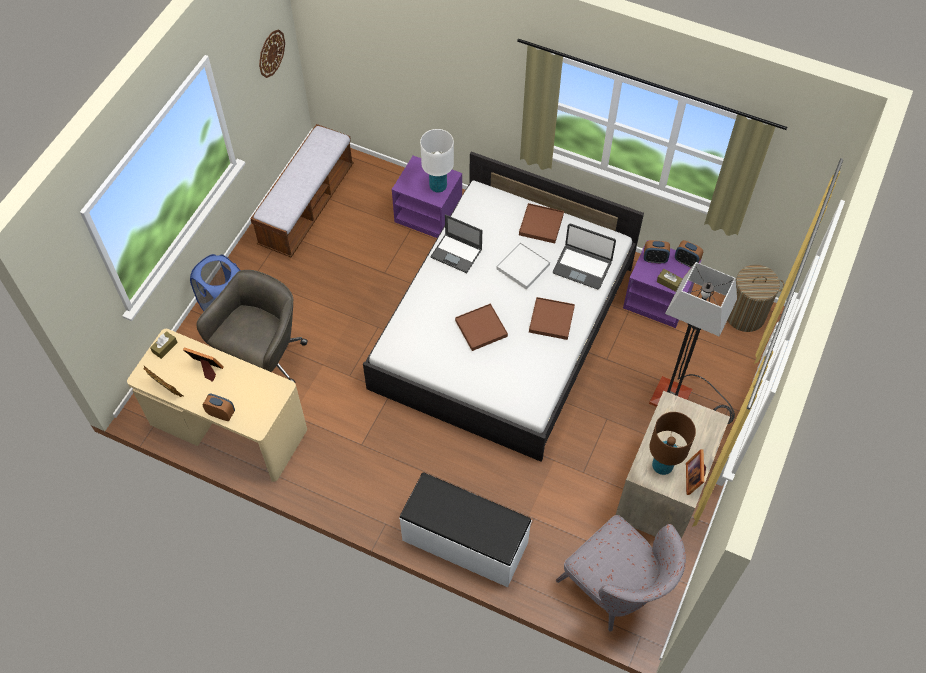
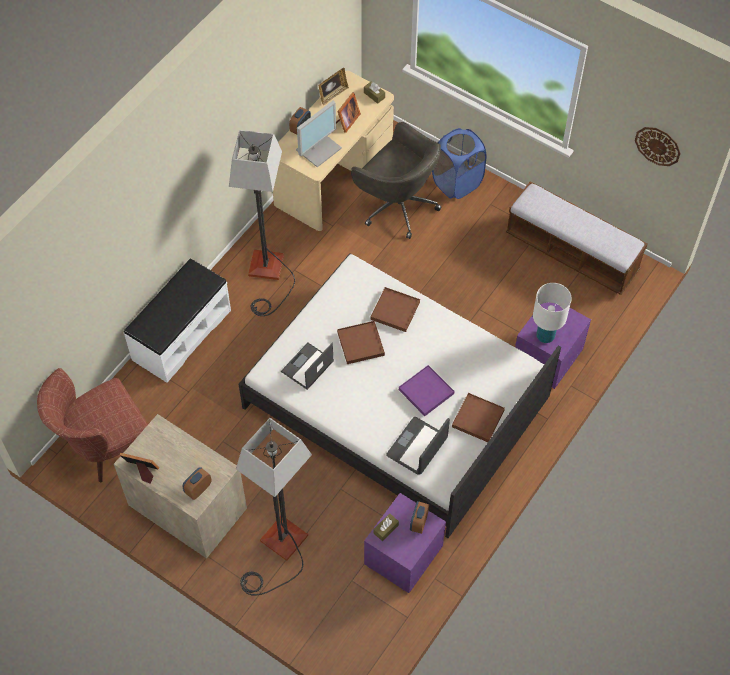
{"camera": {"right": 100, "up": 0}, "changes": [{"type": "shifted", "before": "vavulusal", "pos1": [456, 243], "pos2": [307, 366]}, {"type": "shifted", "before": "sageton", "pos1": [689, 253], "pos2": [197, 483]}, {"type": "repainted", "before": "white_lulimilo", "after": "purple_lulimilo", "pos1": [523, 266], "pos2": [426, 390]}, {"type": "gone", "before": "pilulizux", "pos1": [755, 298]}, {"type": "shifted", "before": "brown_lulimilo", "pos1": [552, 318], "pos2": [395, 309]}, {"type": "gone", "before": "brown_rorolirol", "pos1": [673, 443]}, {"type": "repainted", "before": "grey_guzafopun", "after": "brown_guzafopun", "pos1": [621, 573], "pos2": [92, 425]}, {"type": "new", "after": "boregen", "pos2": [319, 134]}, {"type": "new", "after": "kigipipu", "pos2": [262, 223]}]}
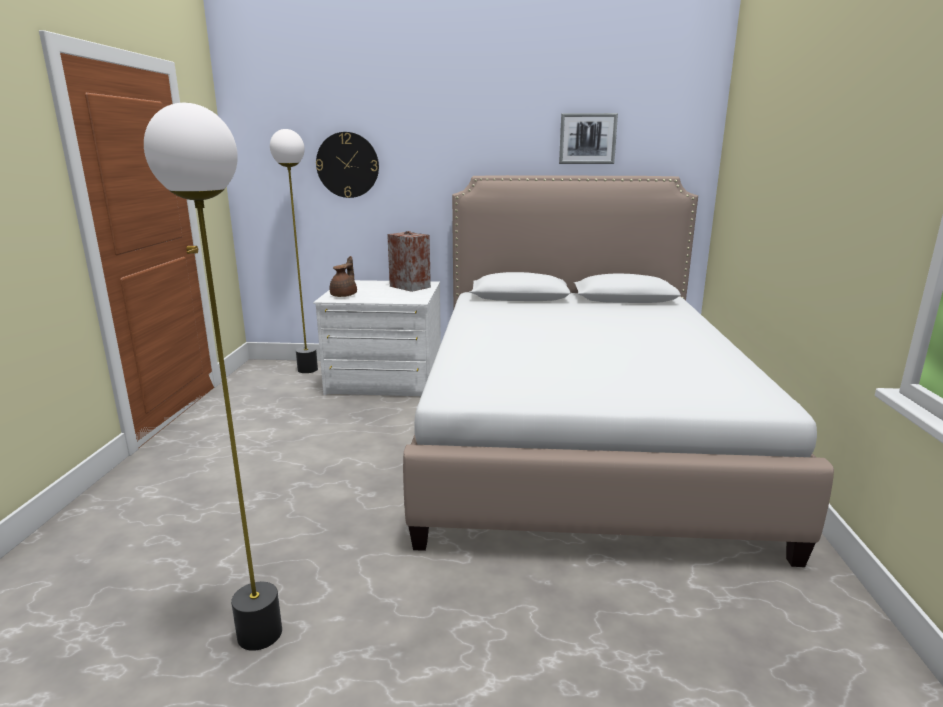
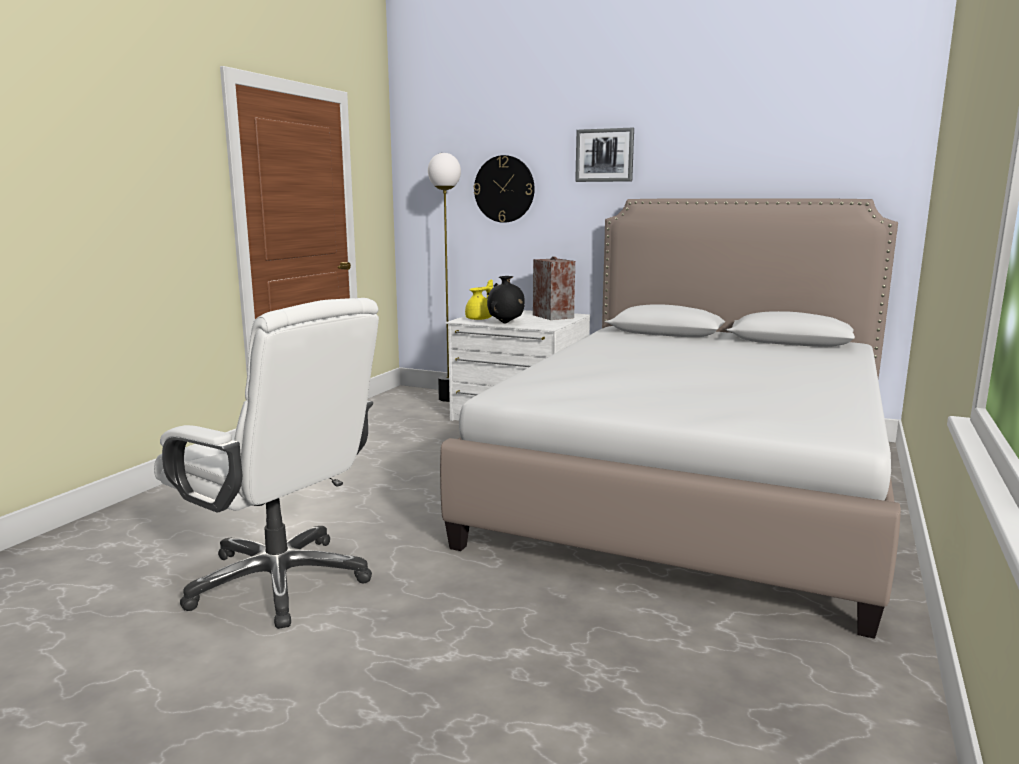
{"camera": {"right": 20, "up": -5}, "changes": [{"type": "swapped", "before": "kigipipu", "after": "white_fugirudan", "pos1": [213, 377], "pos2": [266, 463]}, {"type": "shifted", "before": "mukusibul", "pos1": [588, 138], "pos2": [604, 155]}, {"type": "repainted", "before": "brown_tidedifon", "after": "yellow_tidedifon", "pos1": [343, 276], "pos2": [479, 300]}, {"type": "new", "after": "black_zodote", "pos2": [506, 300]}]}
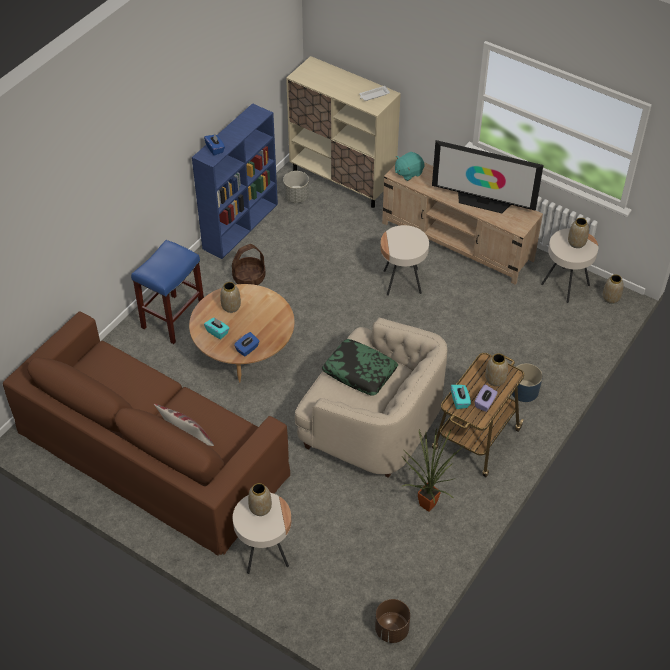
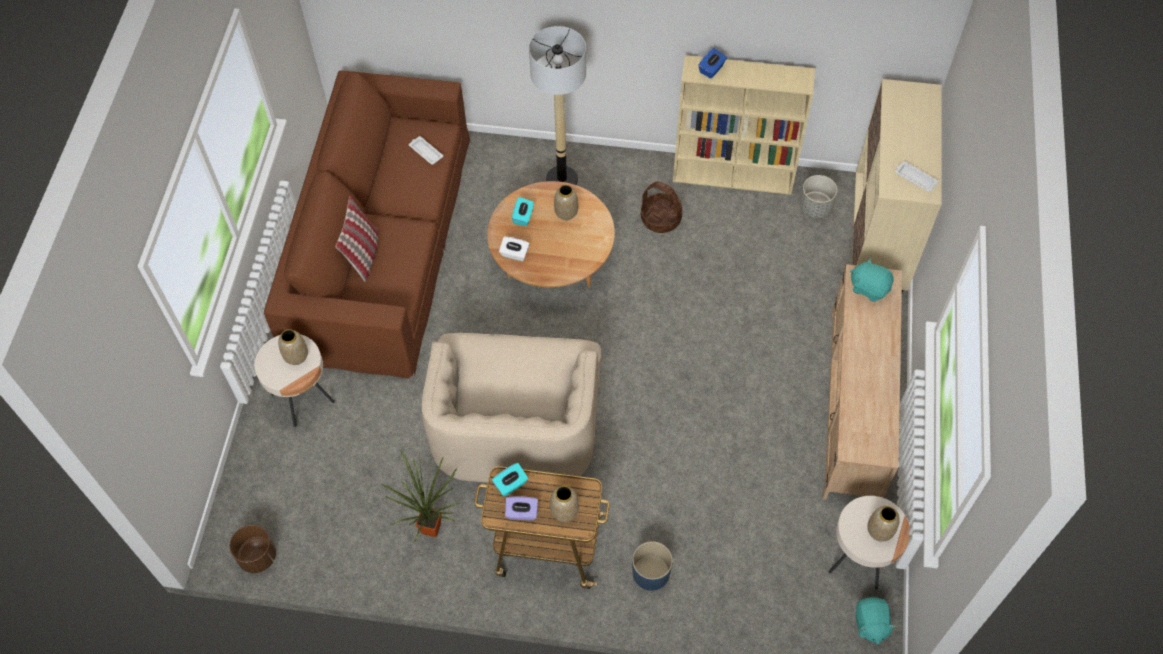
{"camera": {"right": 65, "up": 10}, "changes": [{"type": "repainted", "before": "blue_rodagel", "after": "beige_rodagel", "pos1": [235, 181], "pos2": [744, 125]}, {"type": "gone", "before": "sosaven", "pos1": [487, 176]}, {"type": "gone", "before": "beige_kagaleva", "pos1": [404, 260]}, {"type": "swapped", "before": "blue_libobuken", "after": "kigipipu", "pos1": [167, 292], "pos2": [557, 105]}, {"type": "swapped", "before": "zodote", "after": "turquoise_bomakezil", "pos1": [613, 289], "pos2": [876, 620]}, {"type": "repainted", "before": "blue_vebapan", "after": "white_vebapan", "pos1": [247, 344], "pos2": [514, 249]}, {"type": "gone", "before": "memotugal", "pos1": [360, 367]}, {"type": "new", "after": "white_lulimilo", "pos2": [426, 150]}]}
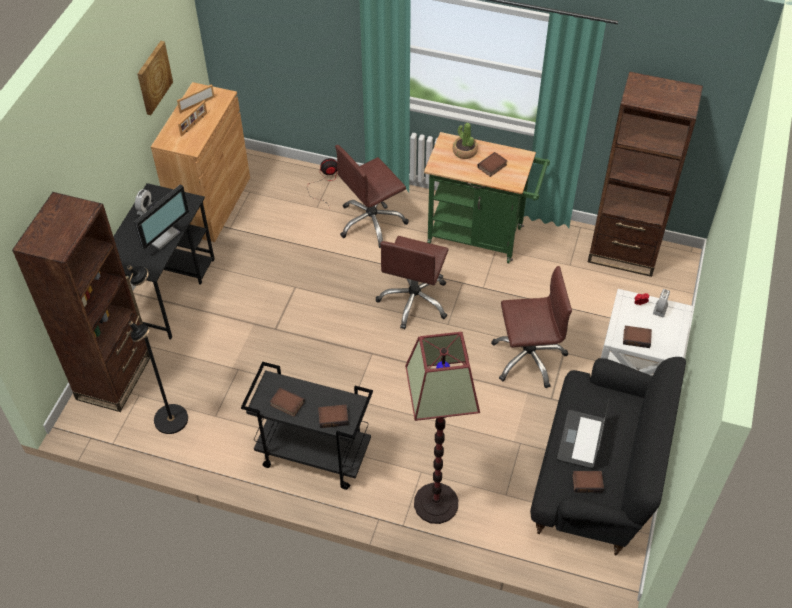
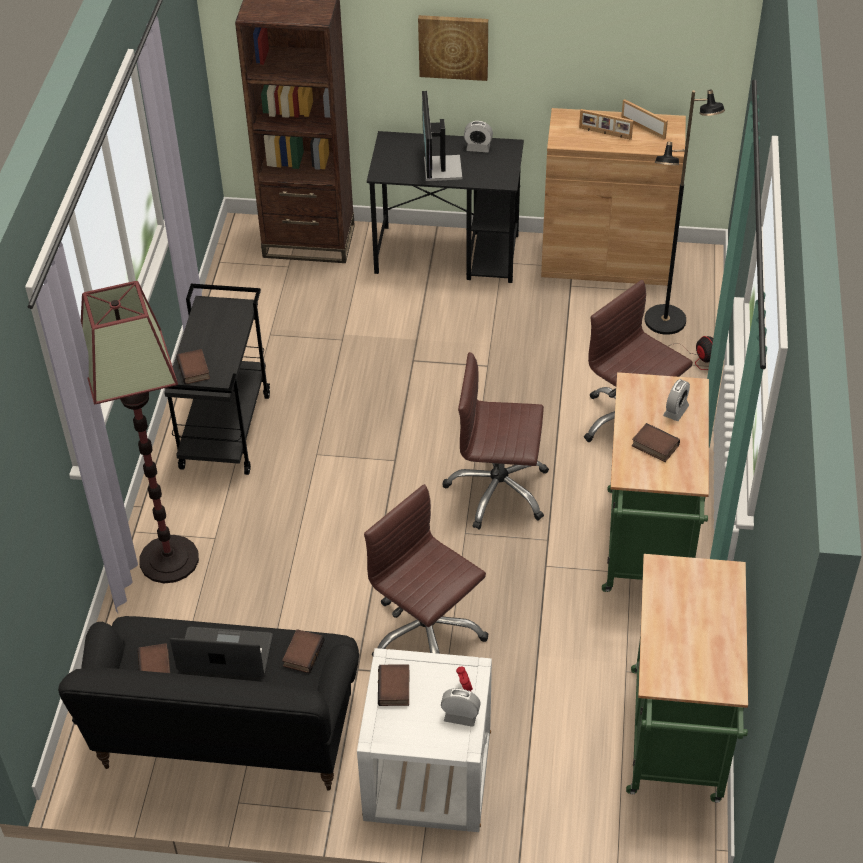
{"camera": {"right": 80, "up": -5}, "changes": [{"type": "shifted", "before": "mukusibul", "pos1": [155, 78], "pos2": [453, 48]}, {"type": "swapped", "before": "brown_rodagel", "after": "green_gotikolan", "pos1": [645, 174], "pos2": [687, 678]}, {"type": "swapped", "before": "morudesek", "after": "sageton", "pos1": [465, 141], "pos2": [676, 400]}, {"type": "rotated", "before": "boregen", "pos1": [161, 217], "pos2": [442, 136], "turn": 60}, {"type": "shifted", "before": "black_kigipipu", "pos1": [157, 349], "pos2": [685, 212]}, {"type": "rotated", "before": "brown_fugirudan", "pos1": [531, 327], "pos2": [426, 570], "turn": 150}, {"type": "shifted", "before": "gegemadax", "pos1": [287, 402], "pos2": [303, 651]}]}
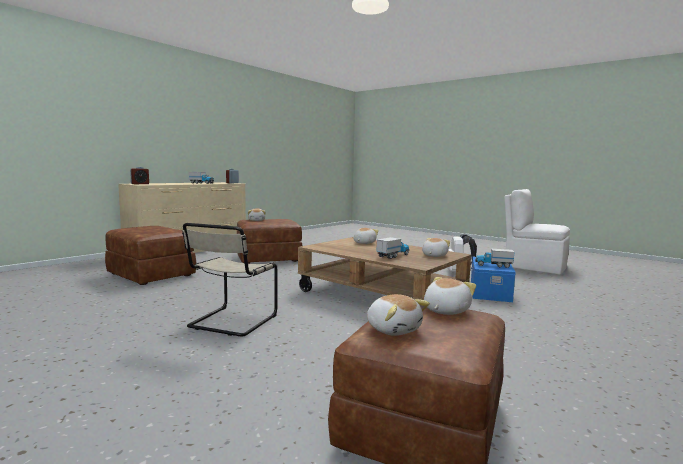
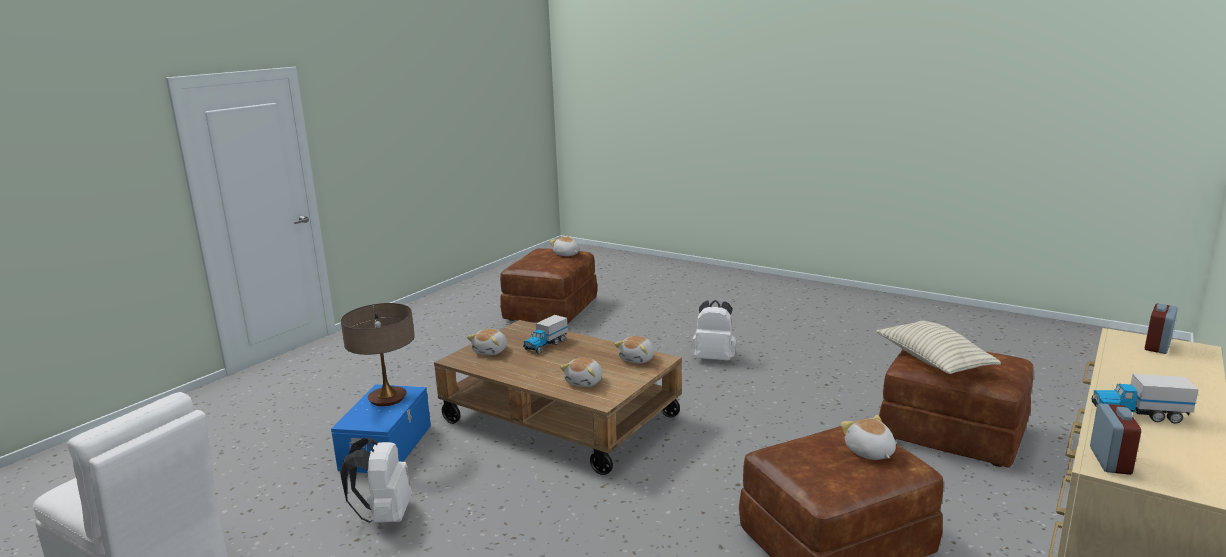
{"camera": {"right": 175, "up": 10}, "changes": [{"type": "swapped", "before": "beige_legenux", "after": "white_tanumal", "pos1": [229, 279], "pos2": [714, 330]}, {"type": "swapped", "before": "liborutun", "after": "rorolirol", "pos1": [494, 258], "pos2": [378, 354]}, {"type": "shifted", "before": "bomakezil", "pos1": [450, 296], "pos2": [634, 350]}, {"type": "new", "after": "memotugal", "pos2": [938, 347]}]}
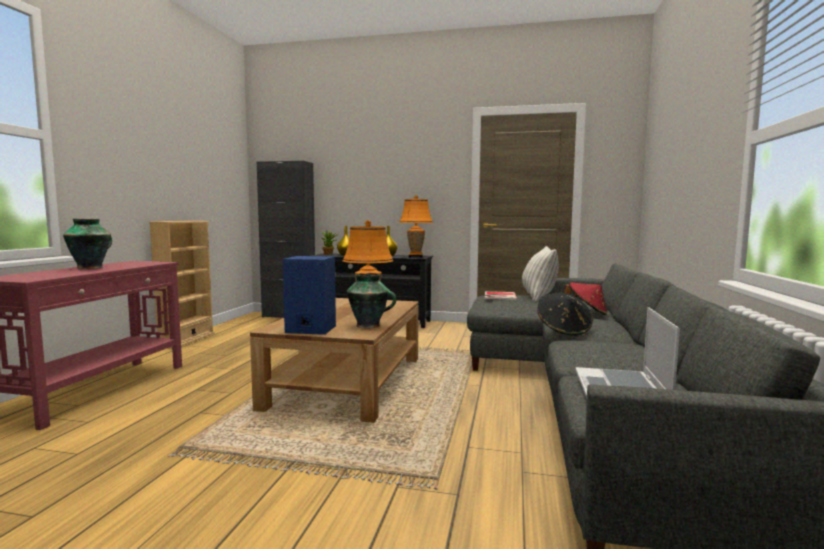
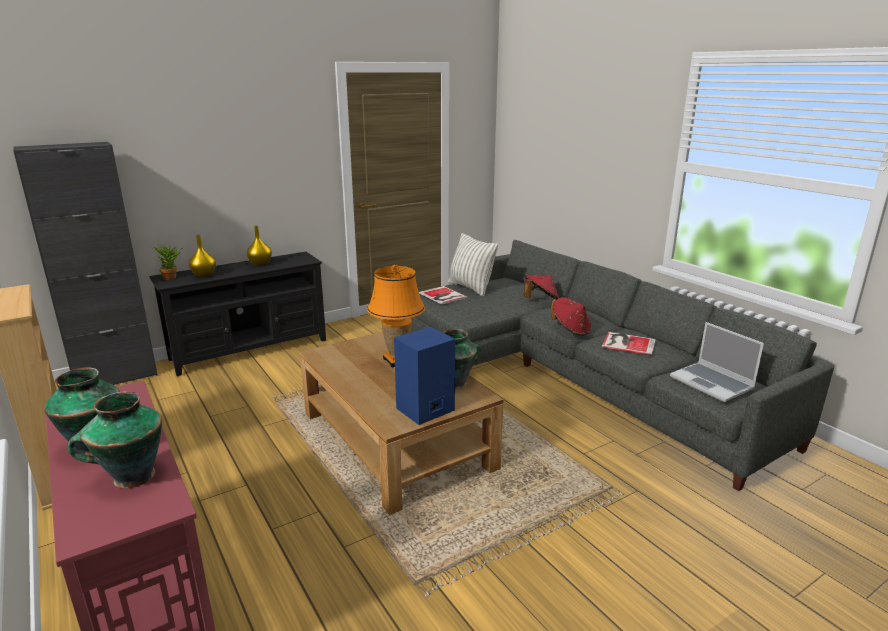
{"camera": {"right": -45, "up": 15}, "changes": [{"type": "gone", "before": "orange_rorolirol", "pos1": [416, 226]}, {"type": "repainted", "before": "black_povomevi", "after": "red_povomevi", "pos1": [565, 314], "pos2": [571, 316]}, {"type": "new", "after": "gegemadax", "pos2": [629, 344]}, {"type": "new", "after": "zodote", "pos2": [115, 440]}]}
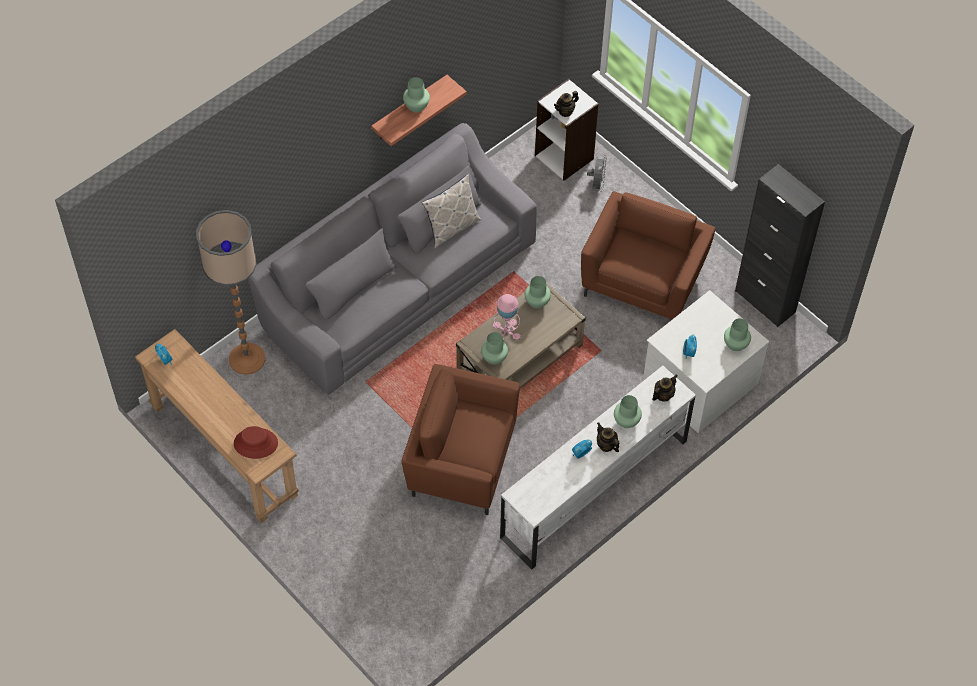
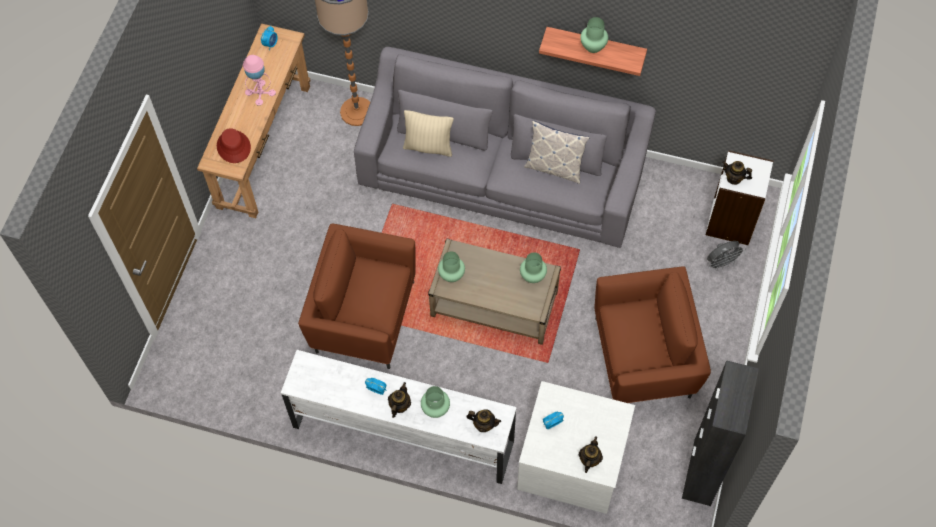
{"camera": {"right": 60, "up": 5}, "changes": [{"type": "shifted", "before": "pink_rorolirol", "pos1": [507, 317], "pos2": [259, 80]}, {"type": "swapped", "before": "green_zodote", "after": "tidedifon", "pos1": [737, 334], "pos2": [591, 454]}, {"type": "rotated", "before": "brown_guzafopun", "pos1": [461, 439], "pos2": [357, 296], "turn": -60}, {"type": "new", "after": "beige_memotugal", "pos2": [428, 133]}]}
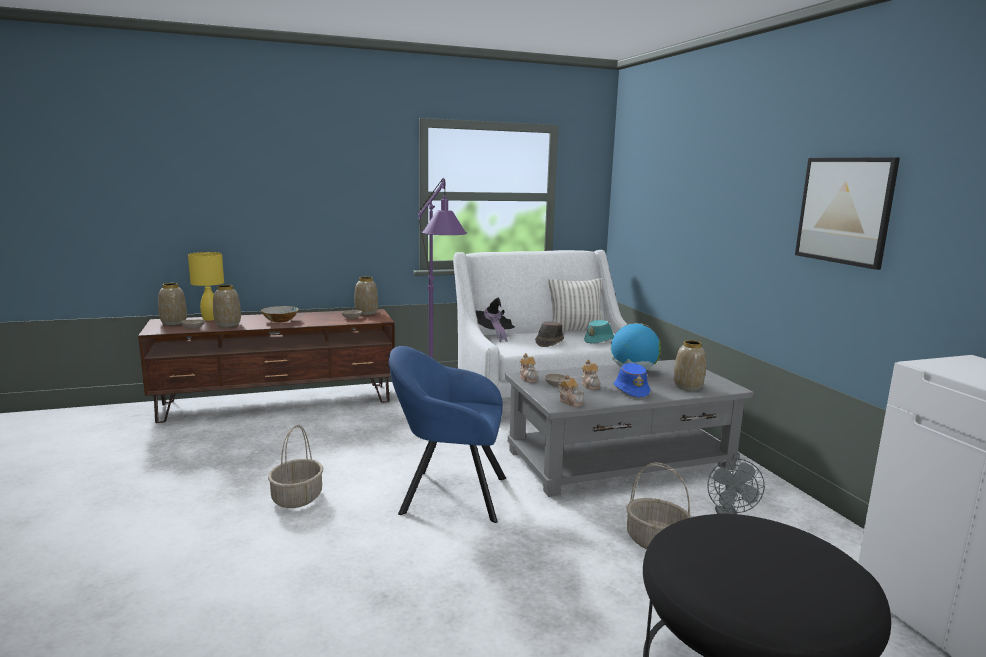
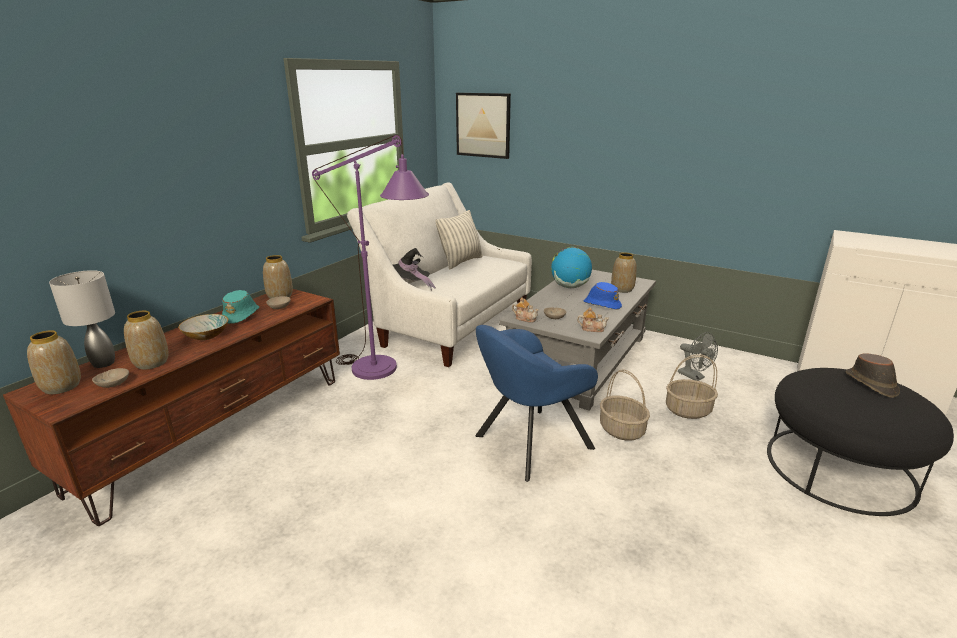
{"camera": {"right": -40, "up": 10}, "changes": [{"type": "shifted", "before": "mukusibul", "pos1": [847, 213], "pos2": [483, 126]}, {"type": "repainted", "before": "yellow_rorolirol", "after": "grey_rorolirol", "pos1": [206, 286], "pos2": [82, 319]}, {"type": "shifted", "before": "turquoise_povomevi", "pos1": [599, 332], "pos2": [240, 307]}, {"type": "shifted", "before": "brown_povomevi", "pos1": [549, 334], "pos2": [872, 375]}, {"type": "gone", "before": "tidedifon", "pos1": [591, 375]}, {"type": "shifted", "before": "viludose", "pos1": [295, 466], "pos2": [625, 405]}]}
